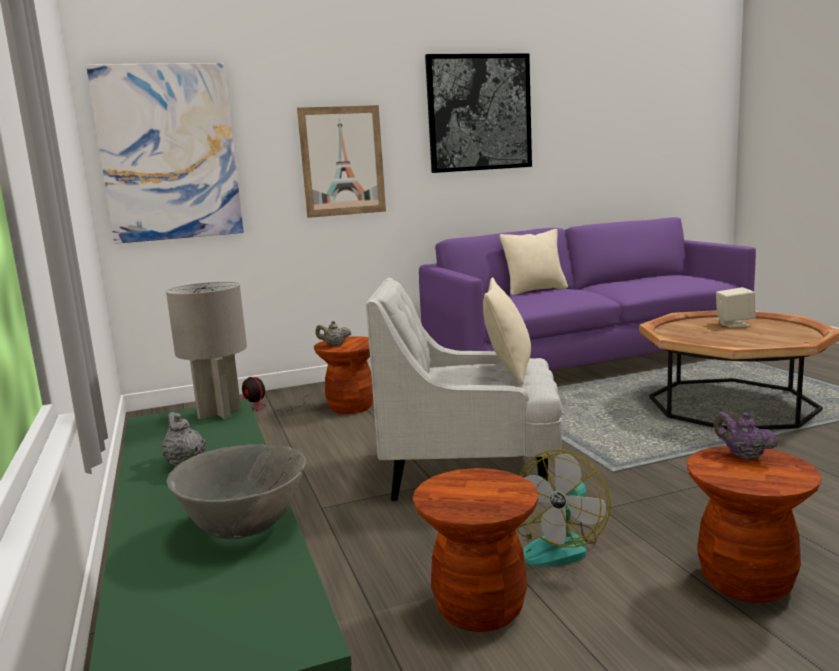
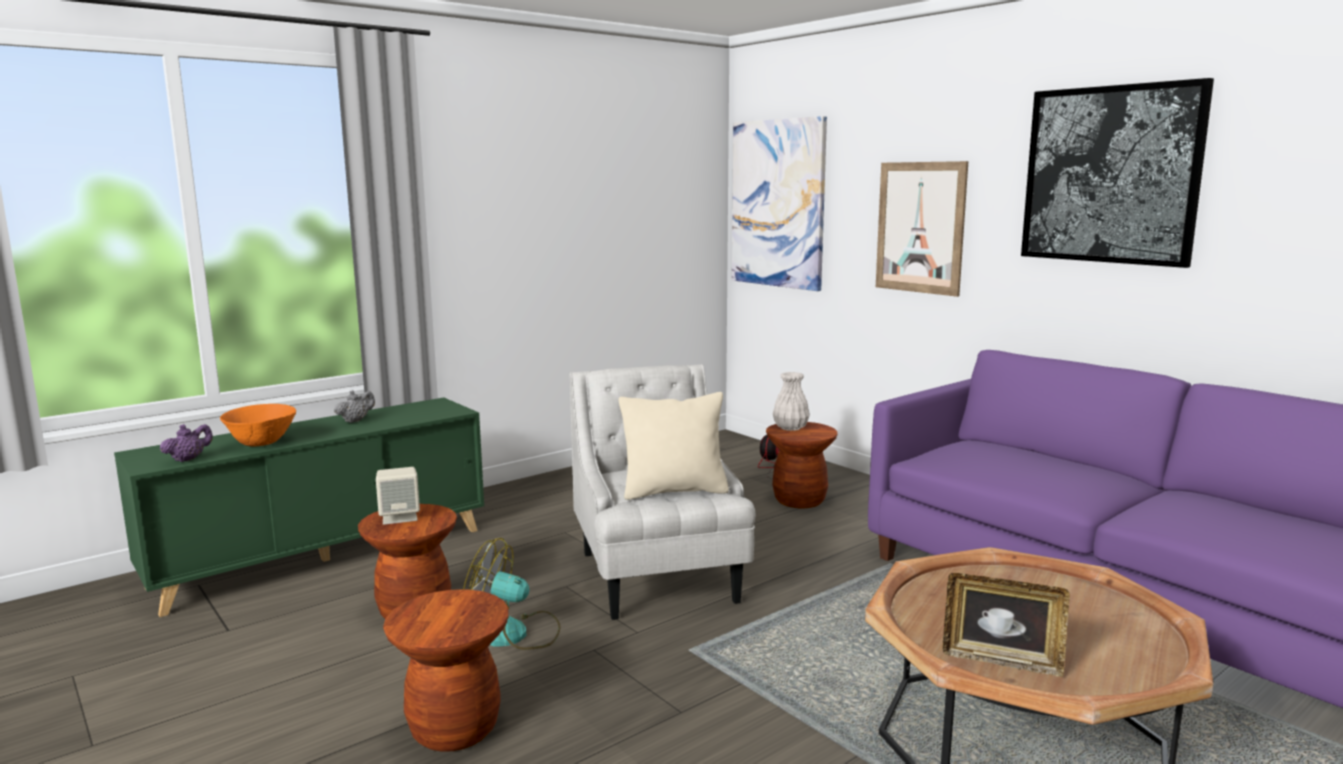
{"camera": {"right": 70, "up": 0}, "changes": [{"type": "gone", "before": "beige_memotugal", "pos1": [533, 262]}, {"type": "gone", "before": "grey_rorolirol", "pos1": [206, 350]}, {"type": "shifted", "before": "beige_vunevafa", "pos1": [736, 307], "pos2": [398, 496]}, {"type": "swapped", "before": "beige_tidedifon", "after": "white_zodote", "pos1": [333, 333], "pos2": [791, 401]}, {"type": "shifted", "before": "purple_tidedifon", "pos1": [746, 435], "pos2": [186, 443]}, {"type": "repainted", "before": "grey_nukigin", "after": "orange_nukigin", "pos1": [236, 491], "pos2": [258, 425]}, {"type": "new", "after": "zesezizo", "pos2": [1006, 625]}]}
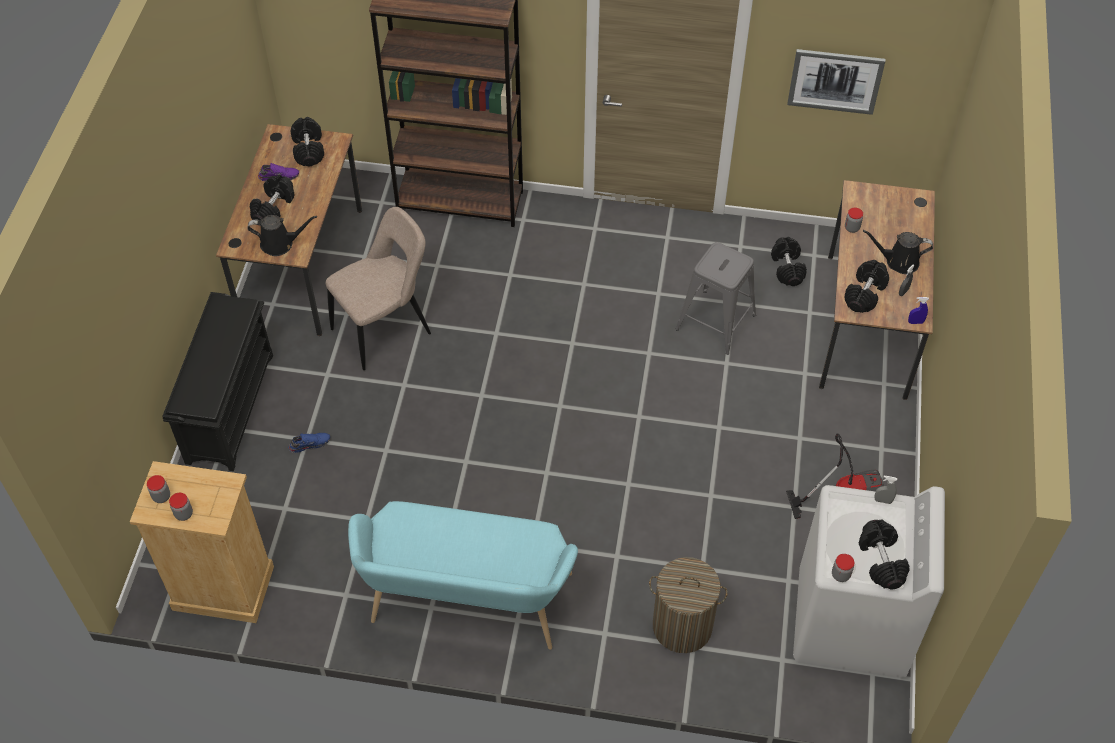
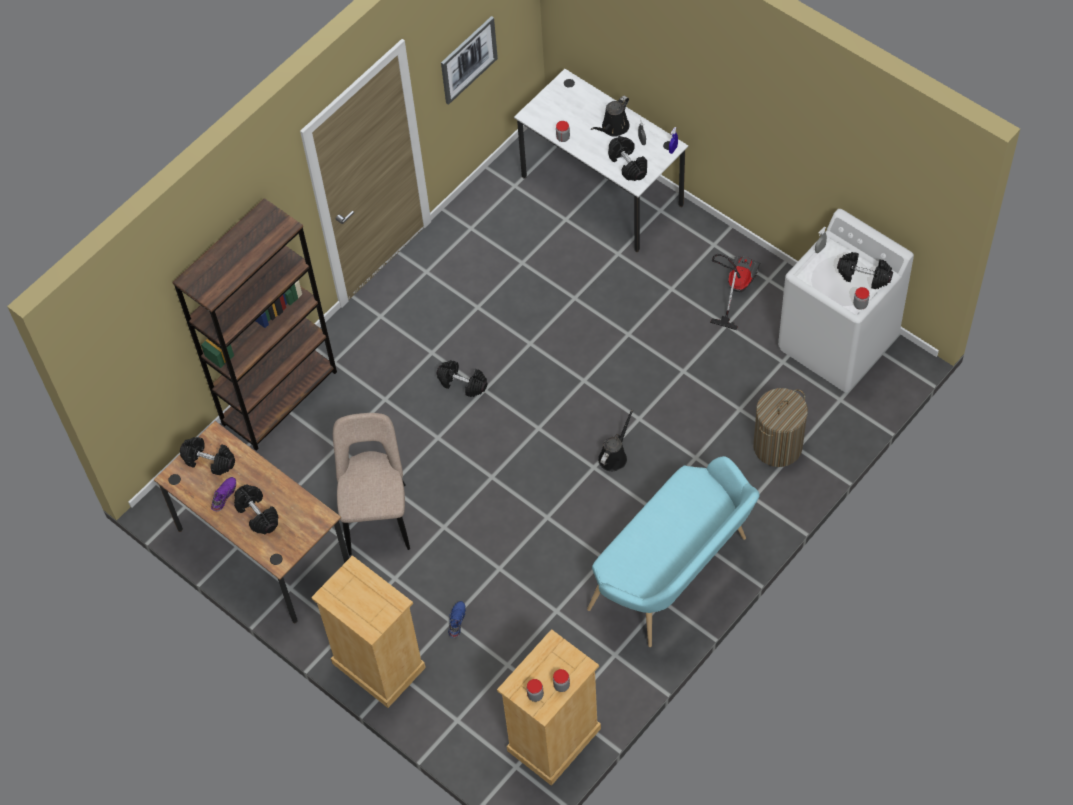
{"camera": {"right": -55, "up": 5}, "changes": [{"type": "repainted", "before": "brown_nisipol", "after": "white_nisipol", "pos1": [877, 290], "pos2": [601, 160]}, {"type": "shifted", "before": "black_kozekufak", "pos1": [282, 235], "pos2": [615, 440]}, {"type": "shifted", "before": "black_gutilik", "pos1": [789, 261], "pos2": [461, 379]}, {"type": "gone", "before": "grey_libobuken", "pos1": [716, 298]}, {"type": "swapped", "before": "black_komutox", "after": "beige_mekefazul", "pos1": [217, 381], "pos2": [368, 631]}]}
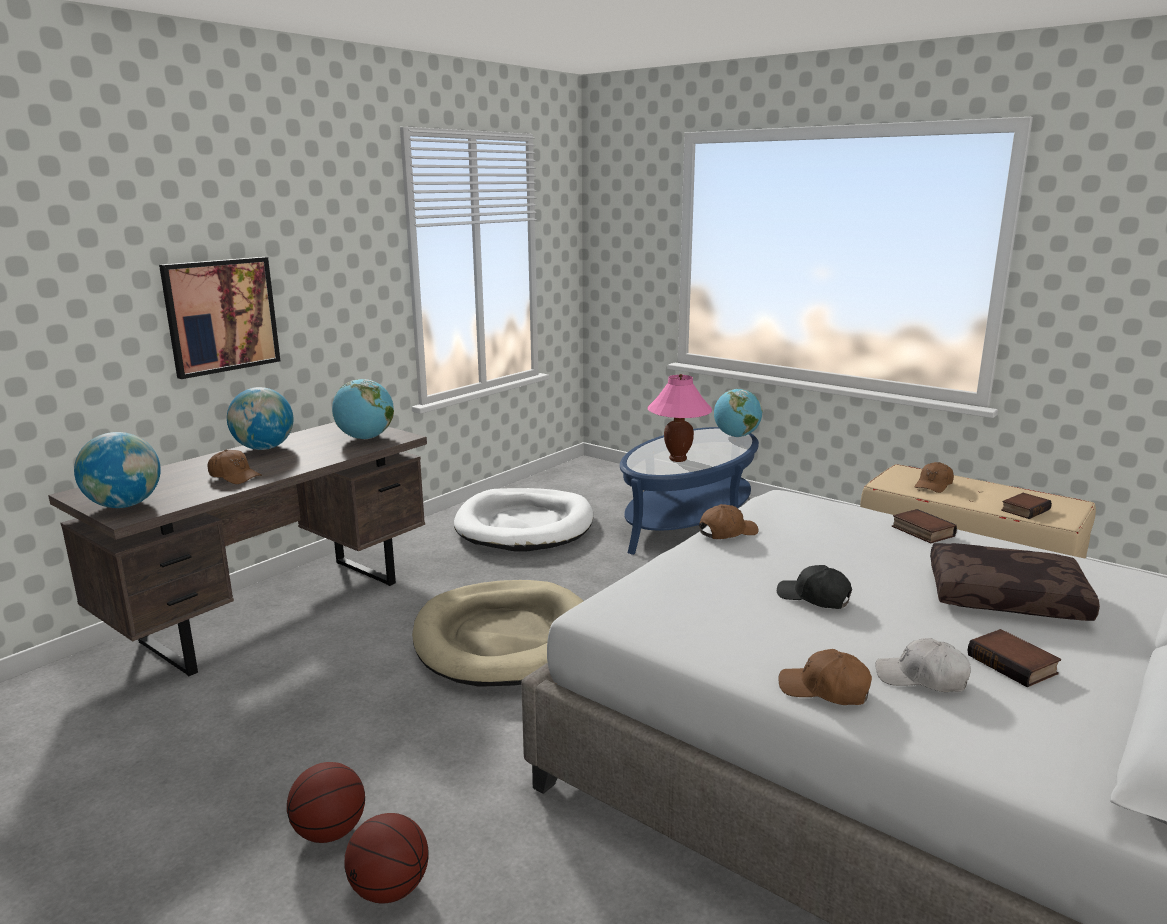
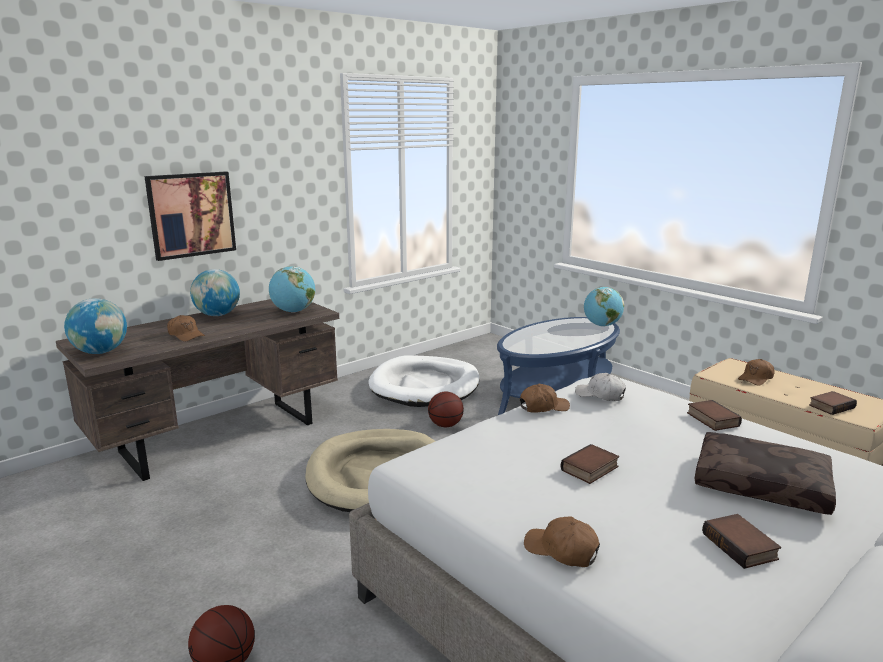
{"camera": {"right": 10, "up": 0}, "changes": [{"type": "gone", "before": "pink_rorolirol", "pos1": [680, 418]}, {"type": "swapped", "before": "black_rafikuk", "after": "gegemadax", "pos1": [814, 587], "pos2": [590, 464]}, {"type": "shifted", "before": "white_rafikuk", "pos1": [923, 665], "pos2": [600, 387]}, {"type": "shifted", "before": "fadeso", "pos1": [326, 802], "pos2": [446, 409]}]}
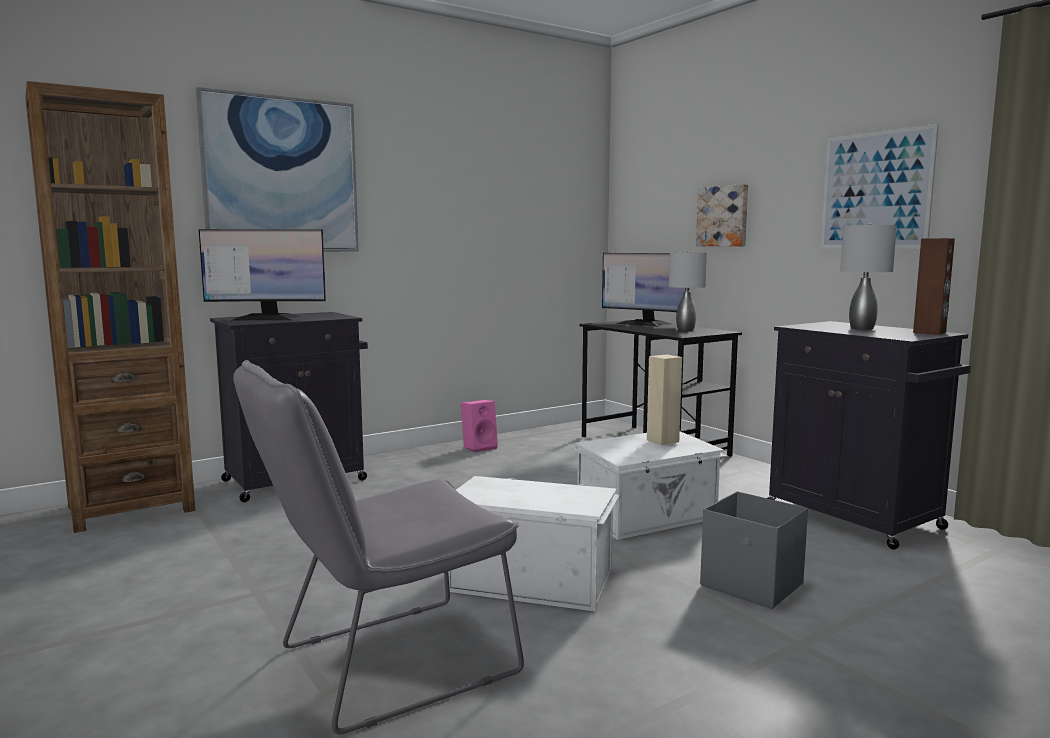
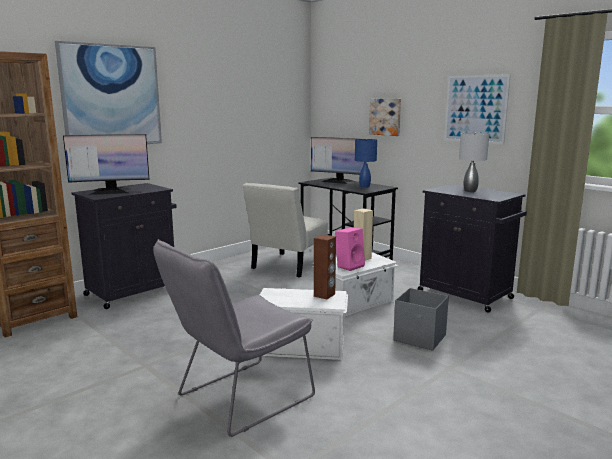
{"camera": {"right": -10, "up": 5}, "changes": [{"type": "shifted", "before": "brown_vunevafa", "pos1": [934, 286], "pos2": [325, 266]}, {"type": "repainted", "before": "grey_rorolirol", "after": "blue_rorolirol", "pos1": [688, 291], "pos2": [366, 163]}, {"type": "shifted", "before": "pink_vunevafa", "pos1": [479, 426], "pos2": [350, 249]}, {"type": "new", "after": "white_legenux", "pos2": [285, 230]}]}
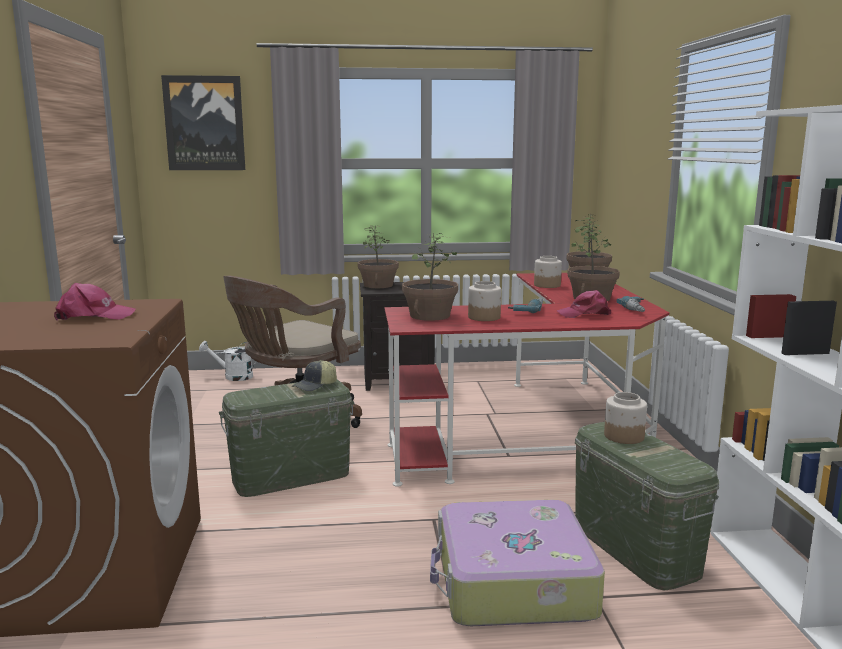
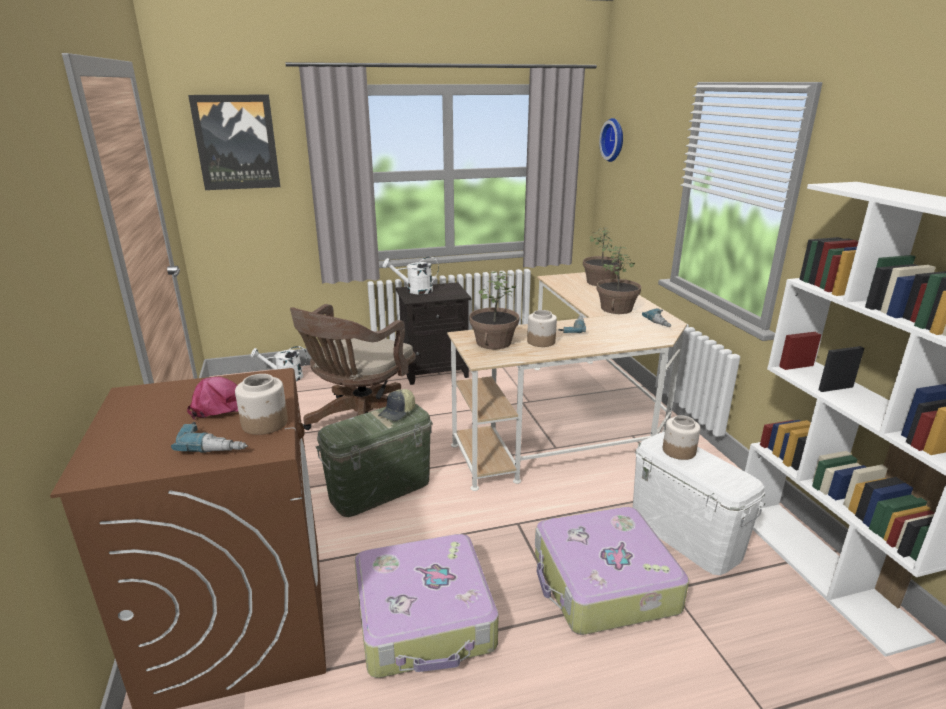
{"camera": {"right": -10, "up": 10}, "changes": [{"type": "swapped", "before": "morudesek", "after": "white_kozekufak", "pos1": [378, 256], "pos2": [411, 275]}, {"type": "shifted", "before": "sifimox", "pos1": [548, 272], "pos2": [261, 404]}, {"type": "repainted", "before": "red_nisipol", "after": "beige_nisipol", "pos1": [527, 380], "pos2": [567, 381]}, {"type": "gone", "before": "pink_rafikuk", "pos1": [584, 304]}, {"type": "repainted", "before": "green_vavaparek", "after": "white_vavaparek", "pos1": [647, 506], "pos2": [699, 503]}, {"type": "new", "after": "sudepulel", "pos2": [611, 140]}, {"type": "new", "after": "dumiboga", "pos2": [209, 437]}, {"type": "new", "after": "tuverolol", "pos2": [427, 606]}]}
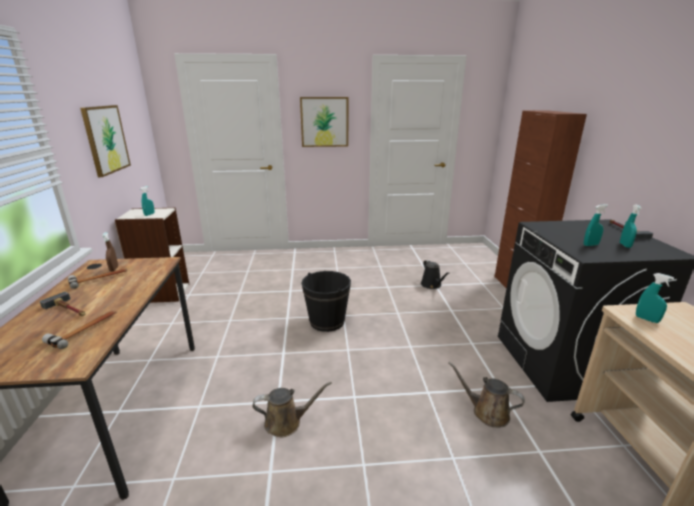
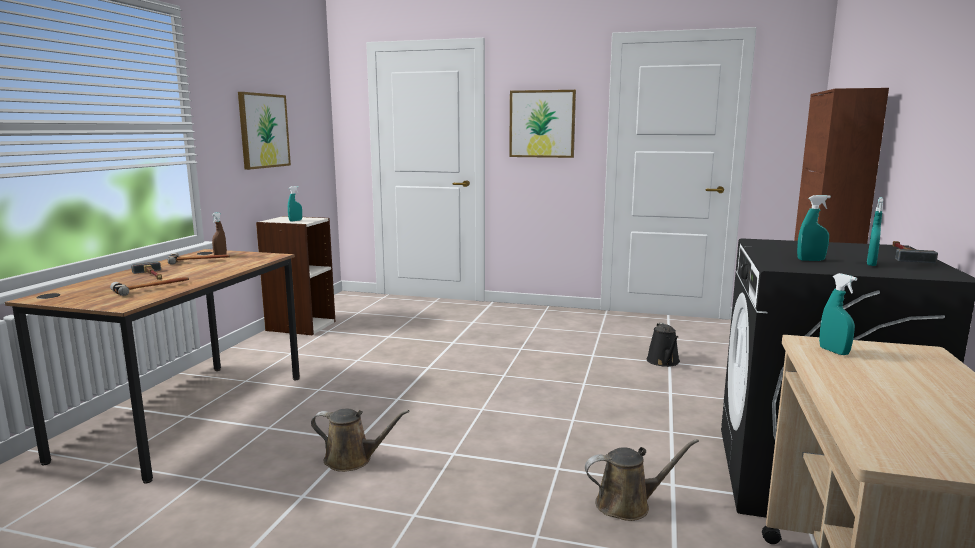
{"camera": {"right": 20, "up": -10}, "changes": [{"type": "gone", "before": "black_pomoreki", "pos1": [326, 301]}, {"type": "rotated", "before": "brown_kozekufak", "pos1": [486, 394], "pos2": [642, 480], "turn": 120}]}
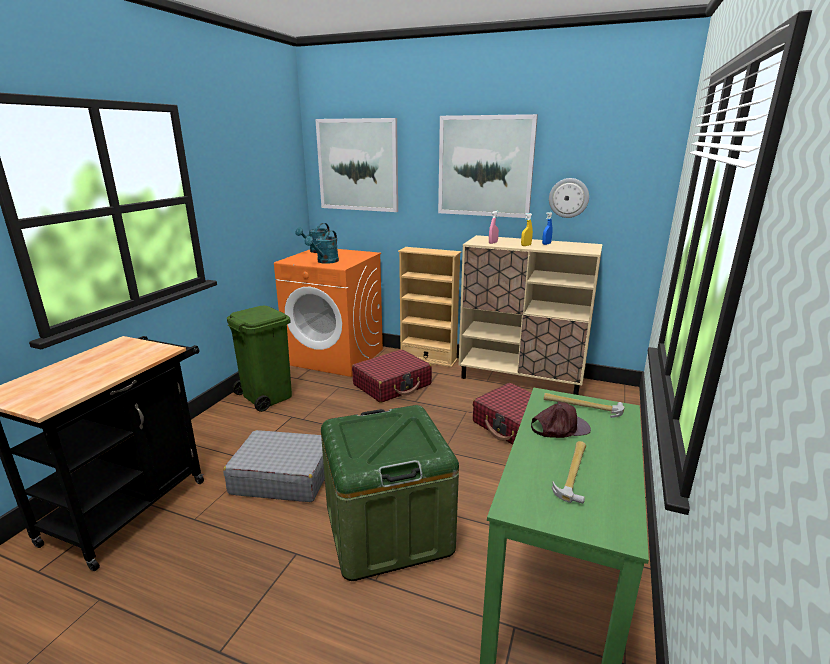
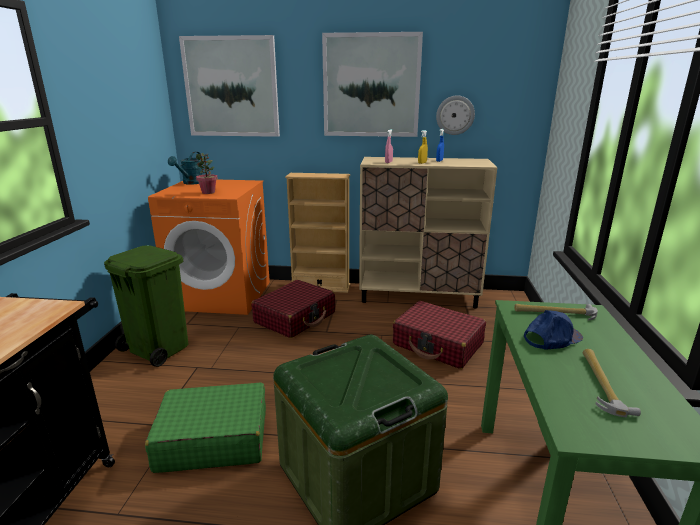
{"camera": {"right": -15, "up": 0}, "changes": [{"type": "swapped", "before": "turquoise_kozekufak", "after": "morudesek", "pos1": [322, 247], "pos2": [207, 173]}, {"type": "repainted", "before": "brown_rafikuk", "after": "blue_rafikuk", "pos1": [561, 419], "pos2": [553, 329]}, {"type": "repainted", "before": "grey_tuverolol", "after": "green_tuverolol", "pos1": [274, 466], "pos2": [205, 427]}]}
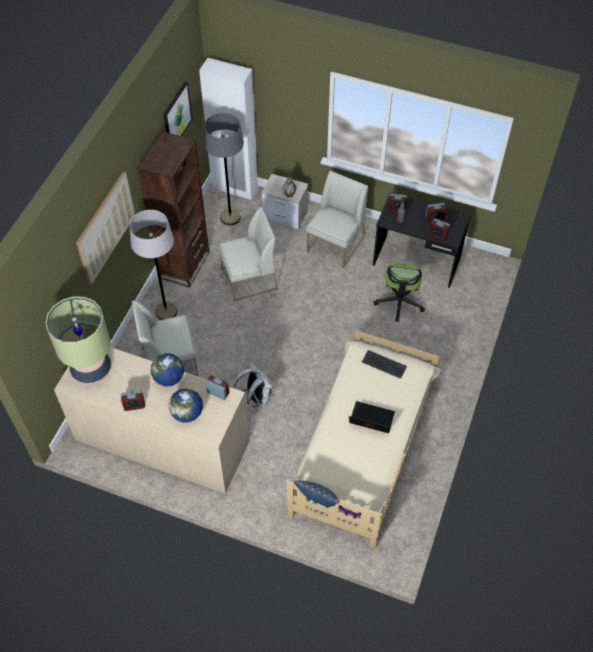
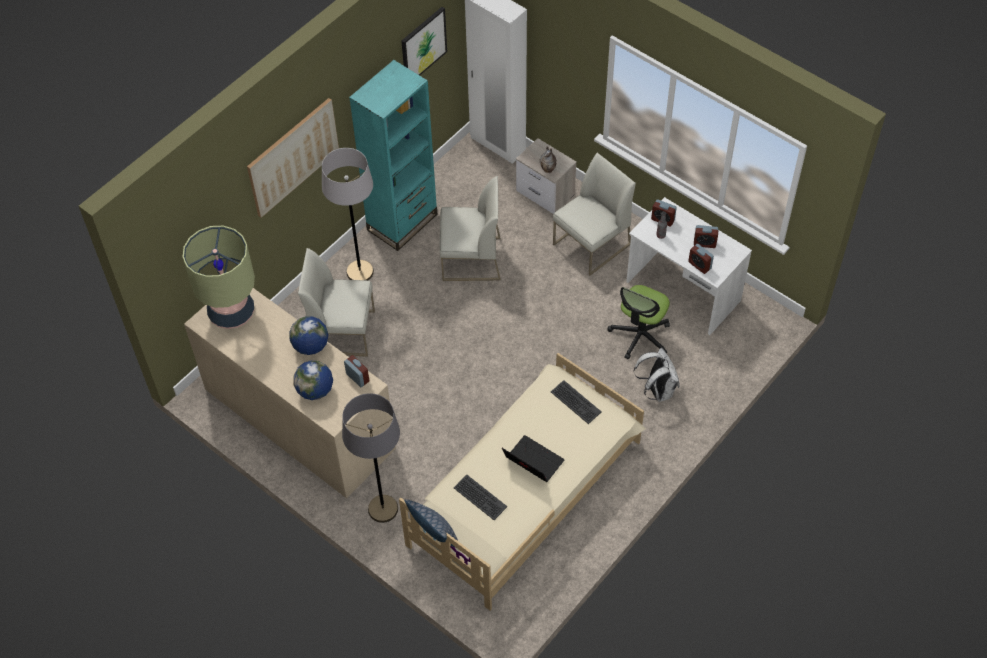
{"camera": {"right": 20, "up": 0}, "changes": [{"type": "shifted", "before": "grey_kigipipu", "pos1": [224, 169], "pos2": [371, 458]}, {"type": "repainted", "before": "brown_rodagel", "after": "turquoise_rodagel", "pos1": [173, 209], "pos2": [393, 155]}, {"type": "repainted", "before": "black_nisipol", "after": "white_nisipol", "pos1": [422, 240], "pos2": [689, 266]}, {"type": "shifted", "before": "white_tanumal", "pos1": [254, 385], "pos2": [657, 375]}, {"type": "gone", "before": "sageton", "pos1": [133, 400]}, {"type": "new", "after": "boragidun", "pos2": [480, 497]}]}
